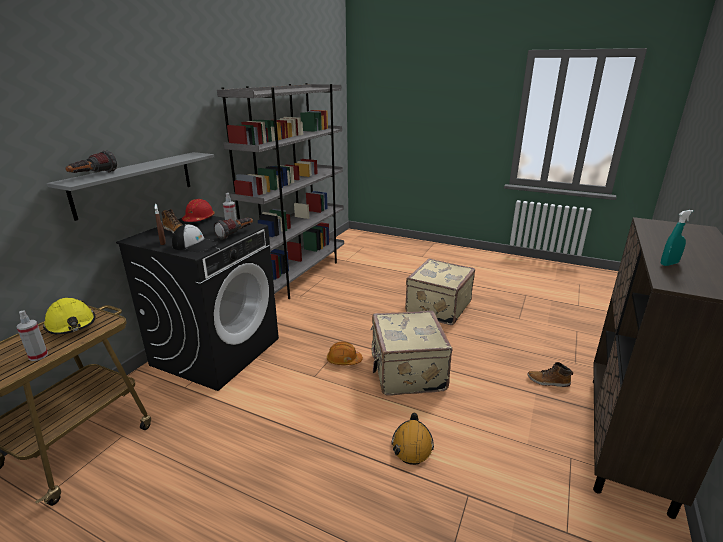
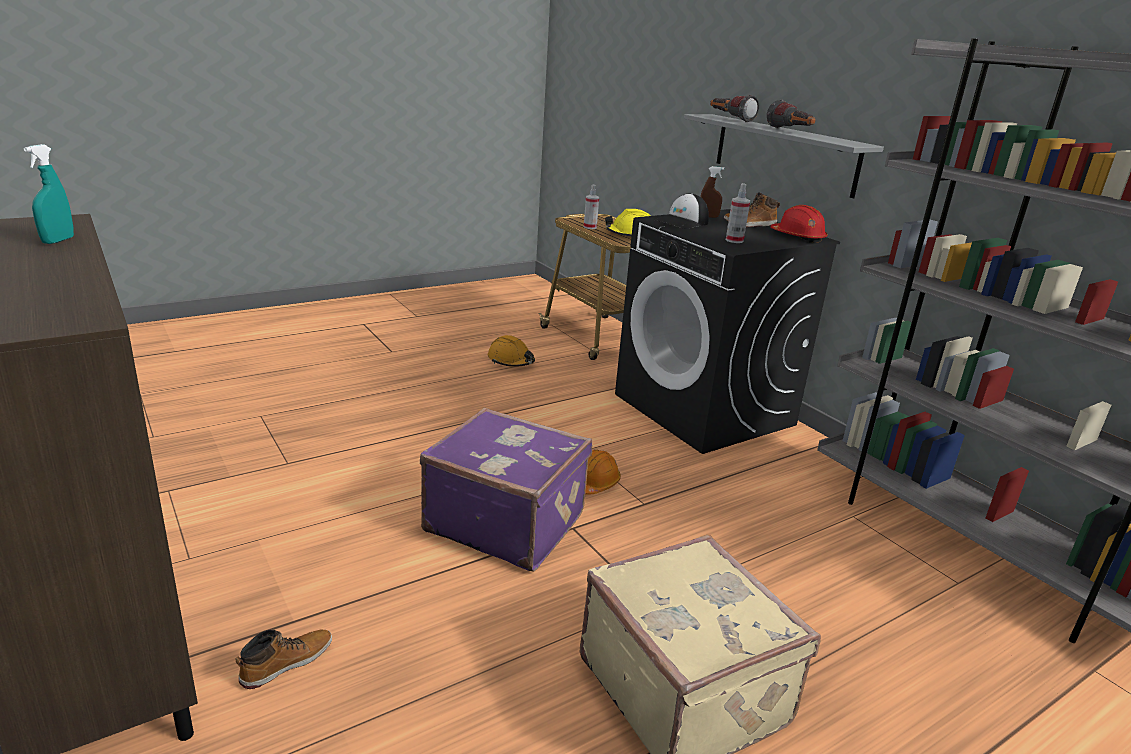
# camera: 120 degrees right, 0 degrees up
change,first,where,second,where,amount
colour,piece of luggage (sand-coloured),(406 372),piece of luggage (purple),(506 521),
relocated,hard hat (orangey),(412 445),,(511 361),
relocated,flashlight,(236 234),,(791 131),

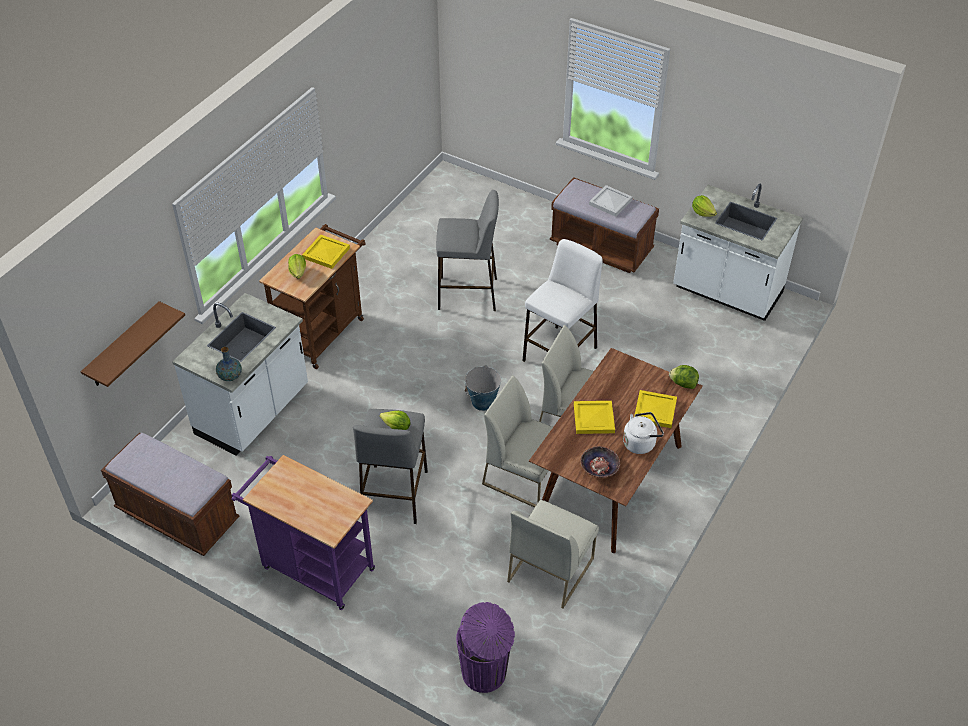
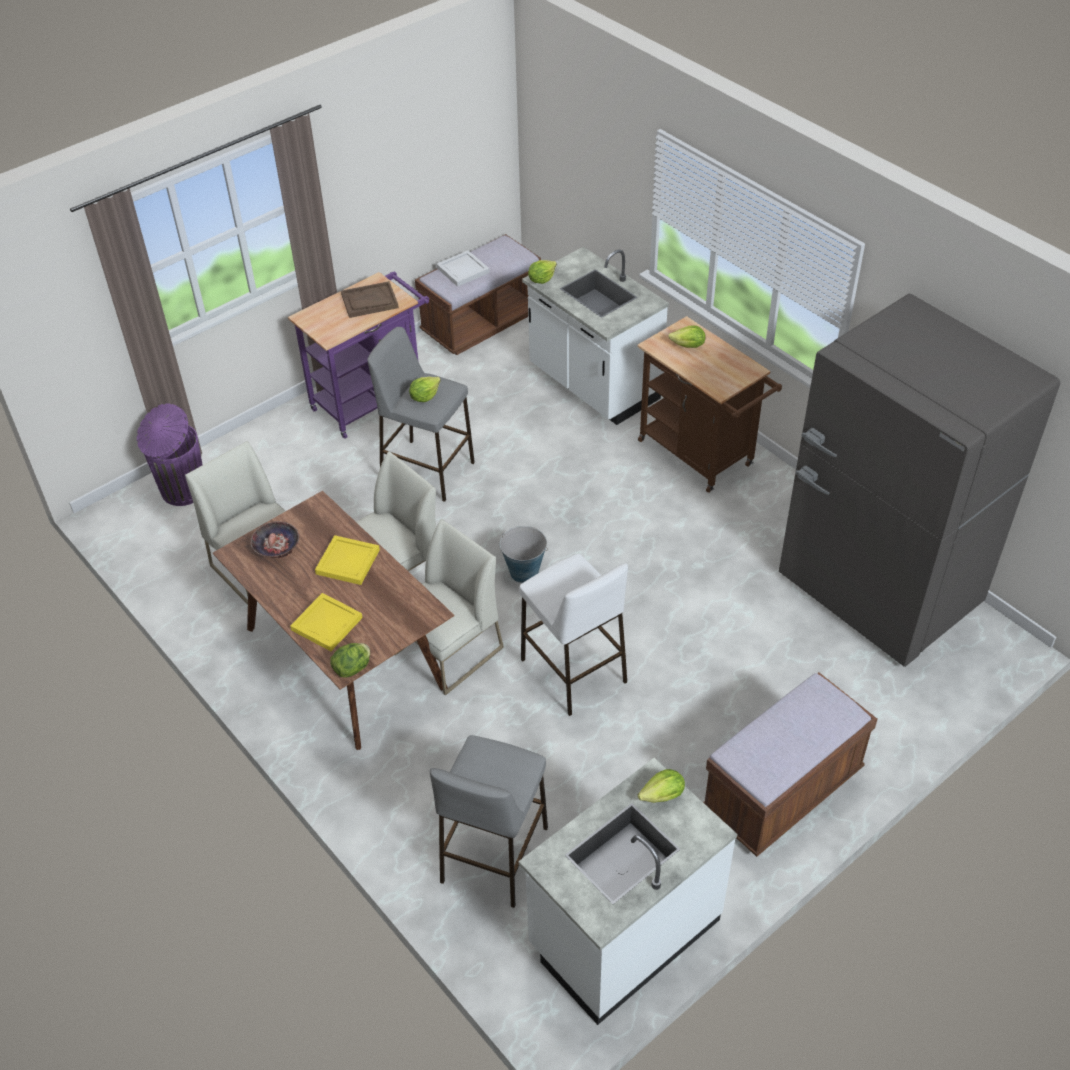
# camera: 110 degrees right, 0 degrees up
change,first,where,second,where,amount
appeared,,,carrying tray (brownish),(369 301),
relocated,stool seat (grey),(468 294),,(494 855),
relocated,carrying tray (whitish),(610 203),,(462 270),
exchanged,flower vase,(230 376),head of lettuce,(541 279),
appeared,,,refrigerator (grey),(877 592),
missing,bracket shelf (brownish),(124 346),,,
missing,carrying tray (yellow),(327 253),,,
missing,water kettle (whitish),(641 443),,,

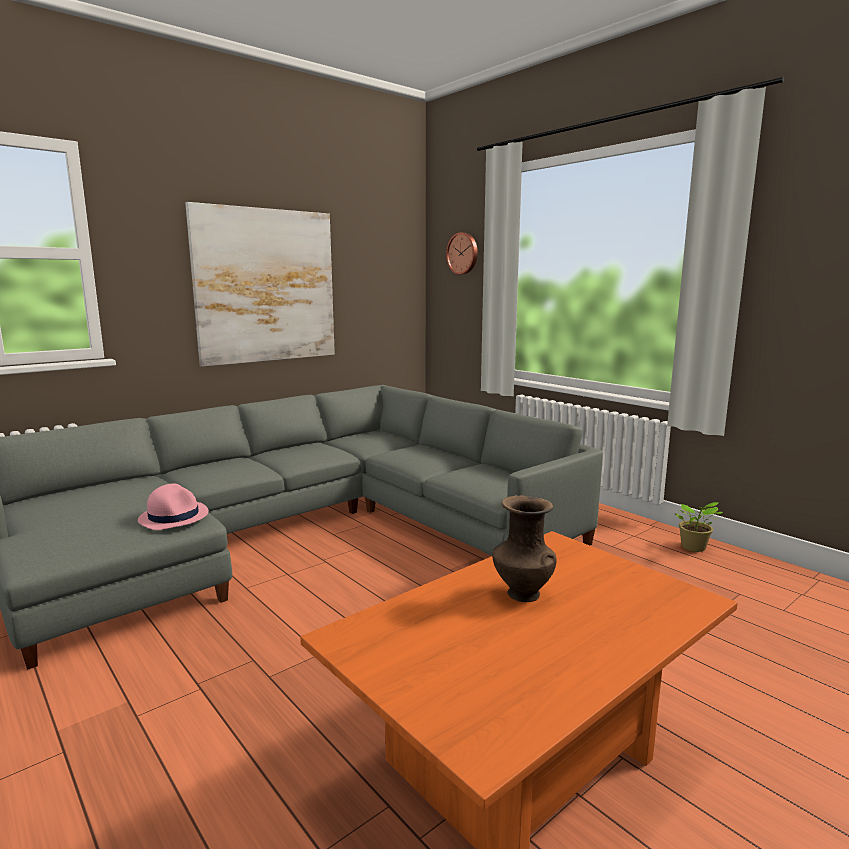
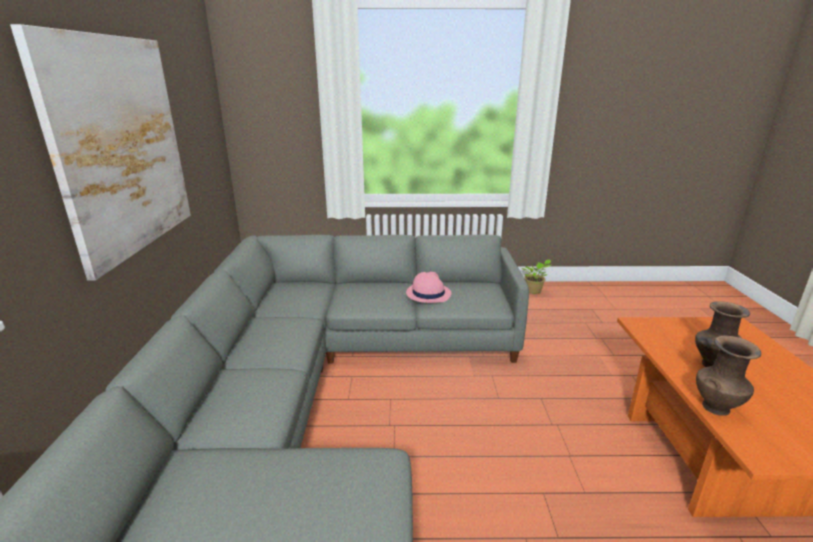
# camera: 50 degrees left, 10 degrees up
change,first,where,second,where,amount
relocated,clothing hat (pink),(174 516),,(428 293),
appeared,,,flower vase (brownish),(716 407),
missing,hanging clock,(463 253),,,

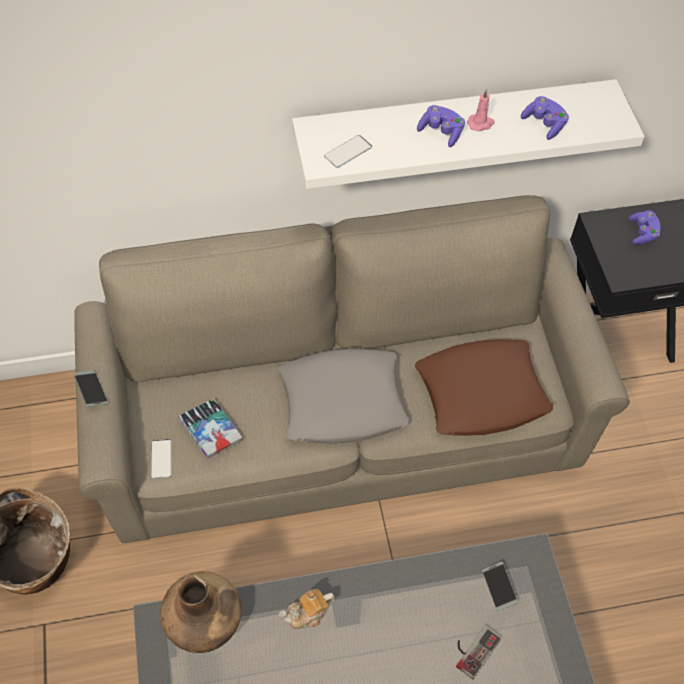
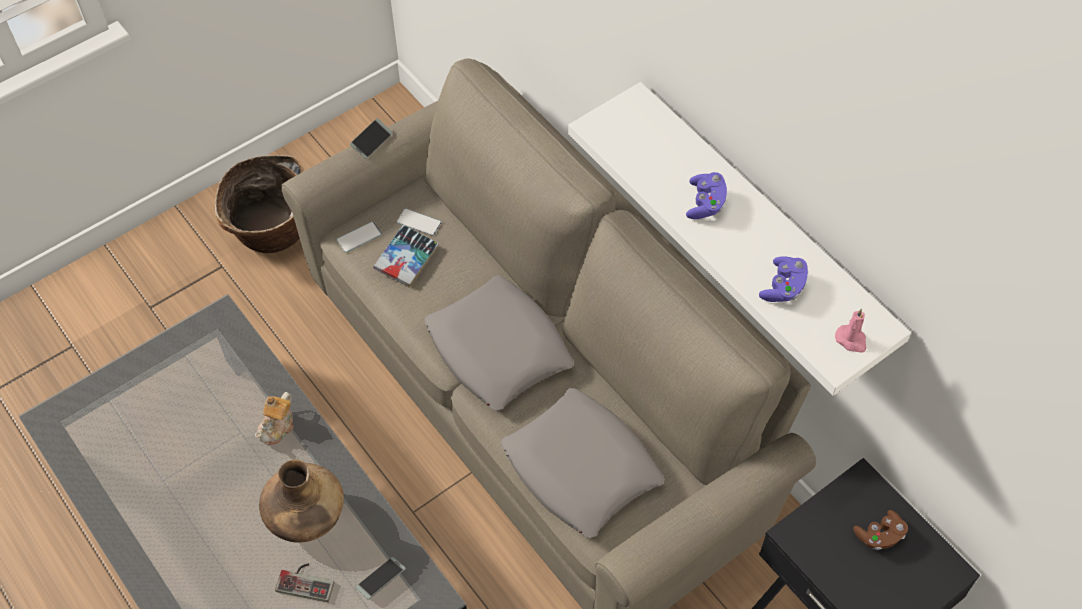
# camera: 65 degrees right, 0 degrees up
change,first,where,second,where,amount
spun,teapot,(307 614),,(278 427),105 degrees counterclockwise
relocated,flower vase (brownish),(205 622),,(306 517),
relocated,handset,(348 151),,(419 222),
colour,throw pillow (brownish),(481 393),throw pillow (grey),(581 468),
relocated,candle (pink),(481 123),,(851 340),
colour,game controller (purple),(642 233),game controller (brownish),(879 536),

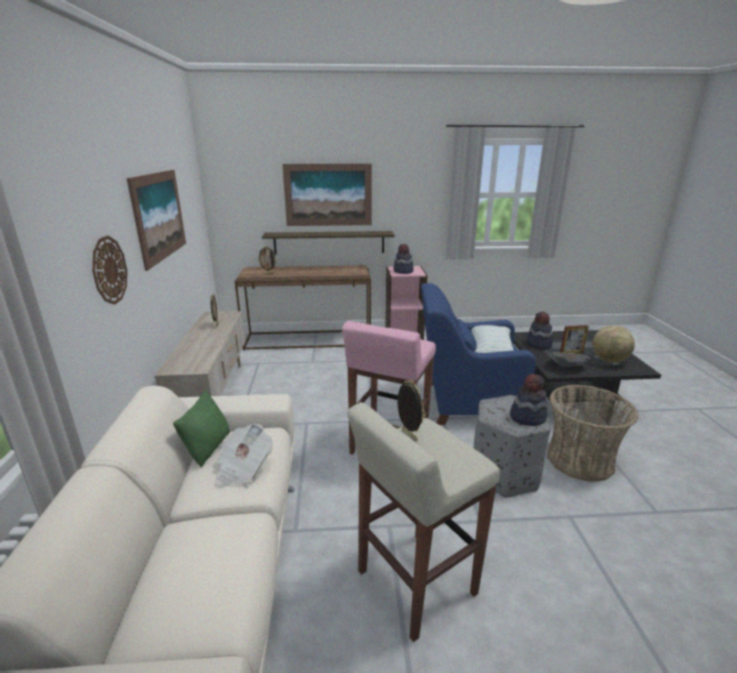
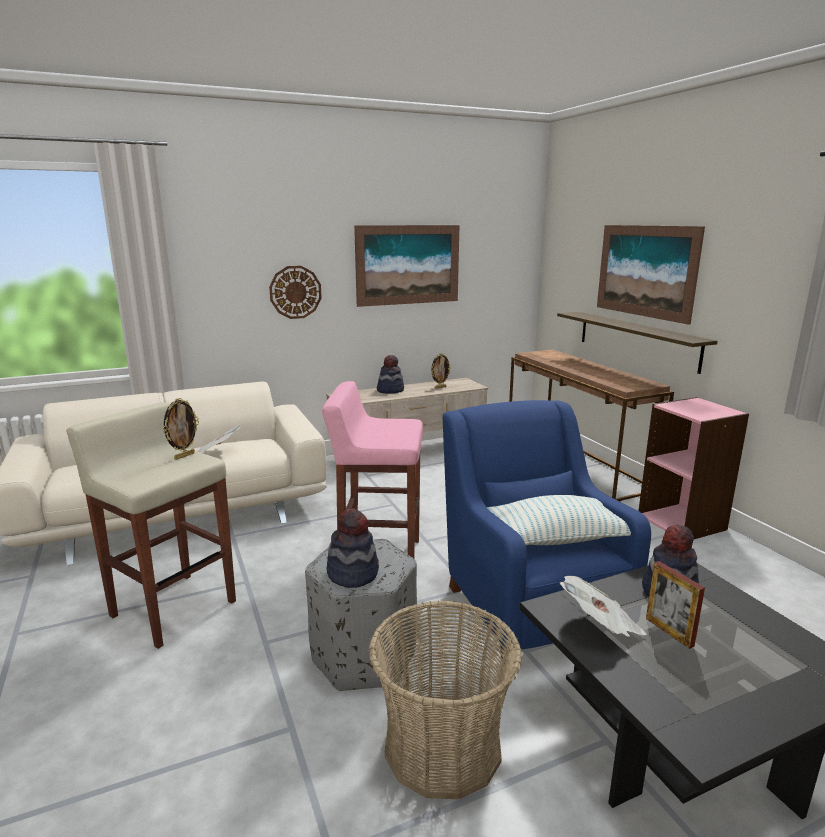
# camera: 70 degrees right, 5 degrees down
change,first,where,second,where,amount
relocated,clothing hat,(403 271),,(390 390),
missing,throw pillow (greenish),(208 448),,,
missing,photo frame,(268 274),,,
missing,desk globe,(609 360),,,

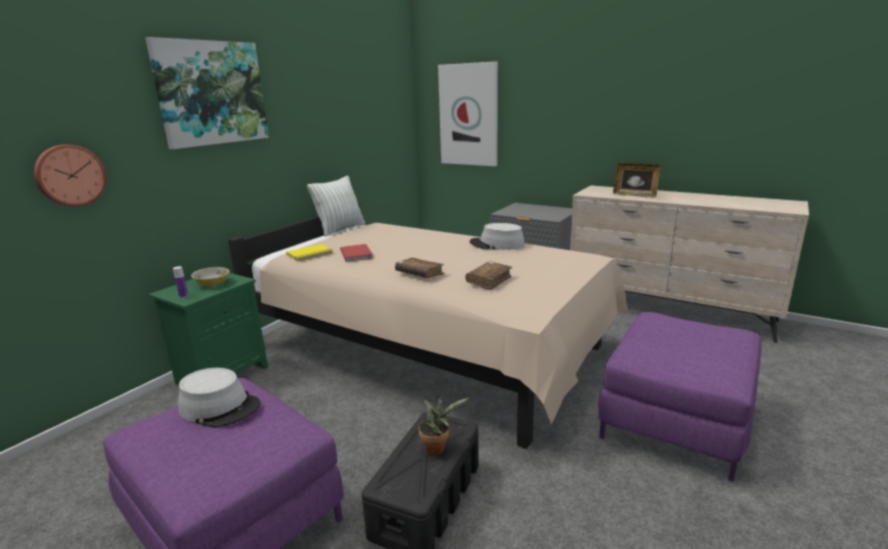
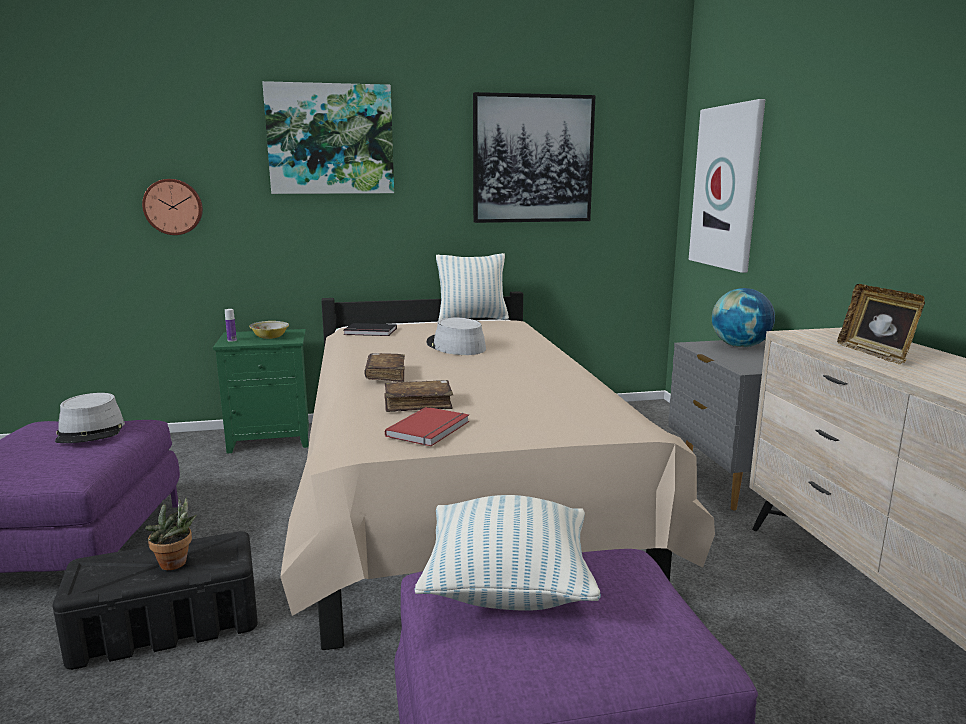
# camera: 45 degrees right, 5 degrees down
change,first,where,second,where,amount
colour,bound book (yellow),(310 254),bound book (black),(370 332),
relocated,bound book (red),(357 254),,(430 429),
appeared,,,throw pillow,(508 588),
relocated,clothing hat (grey),(497 244),,(455 346),
appeared,,,wall picture,(532 159),
appeared,,,desk globe,(739 346),

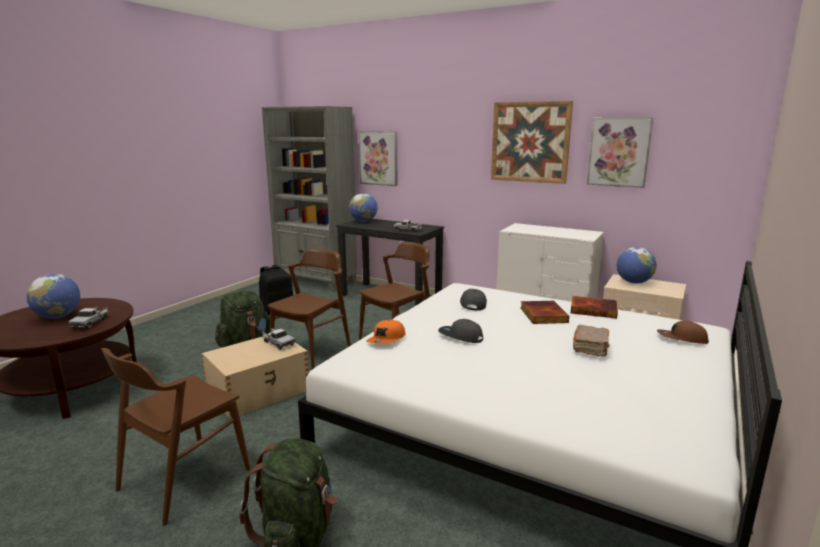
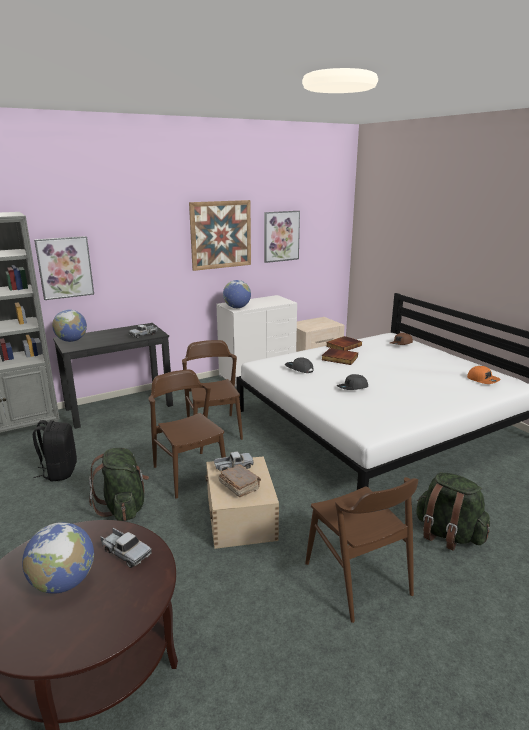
# camera: 60 degrees left, 5 degrees up
change,first,where,second,where,amount
relocated,bound book (brownish),(591 348),,(239 486),
relocated,desk globe,(633 282),,(237 307),
relocated,cap (orangey),(387 340),,(483 379),

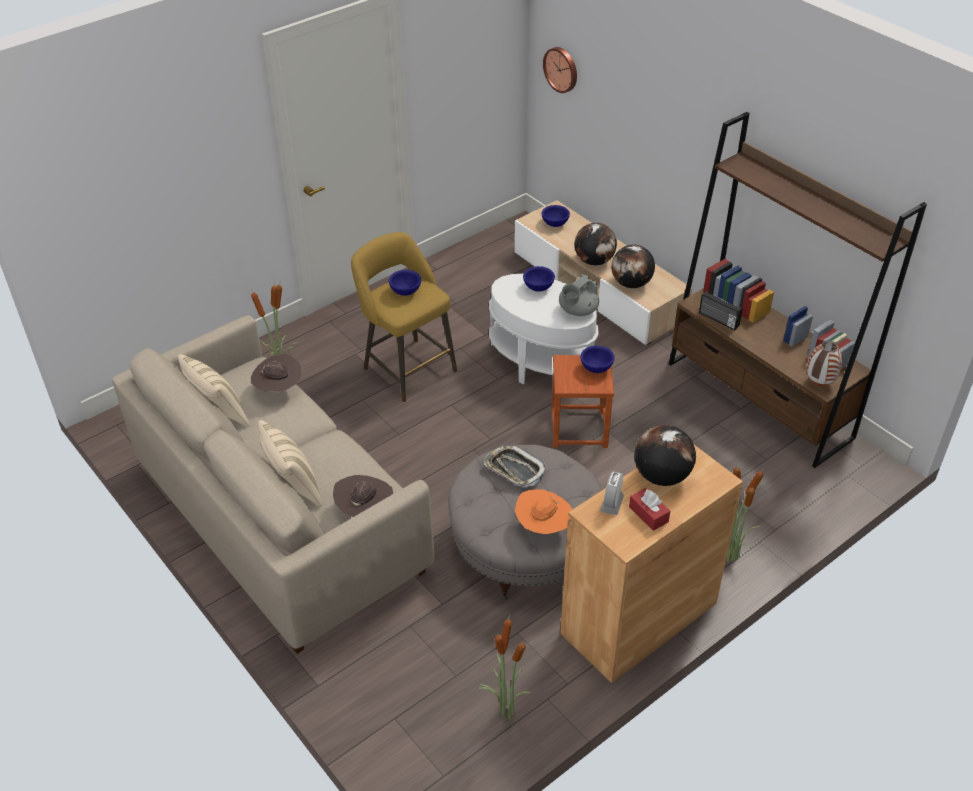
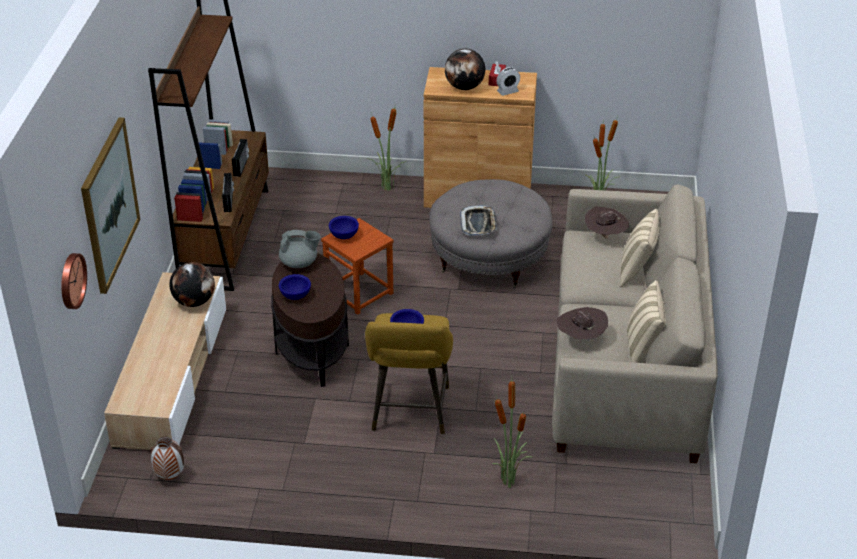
# camera: 135 degrees left, 5 degrees down
change,first,where,second,where,amount
appeared,,,wall picture,(109 204),
relocated,flower vase,(819 383),,(169 477),
appeared,,,radio,(242 166),
colour,accent table (whitish),(541 363),accent table (brownish),(312 349),
missing,clothing hat (orangey),(543 527),,,
missing,bowl (blue),(555 224),,,
missing,desk globe,(594 261),,,

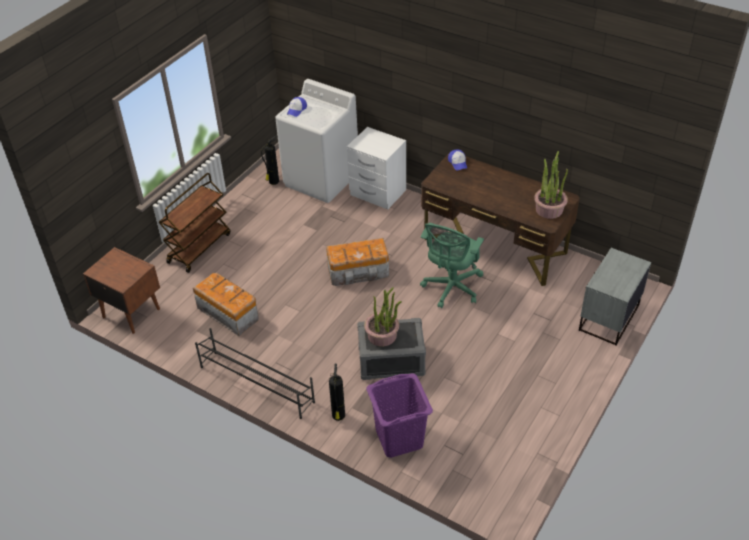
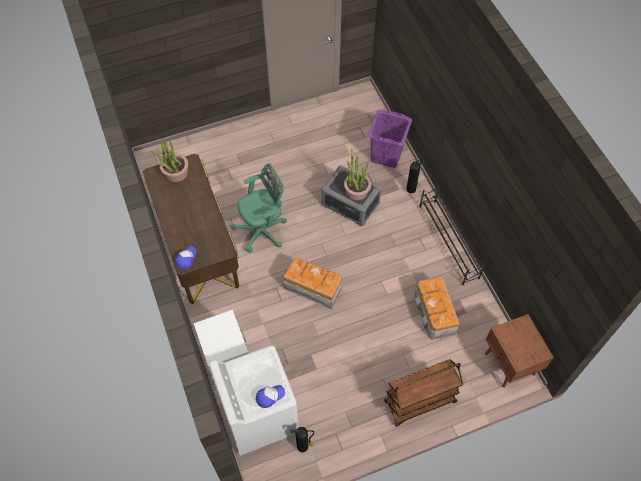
# camera: 145 degrees left, 15 degrees up
change,first,where,second,where,amount
missing,nightstand (grey),(608 318),,,

